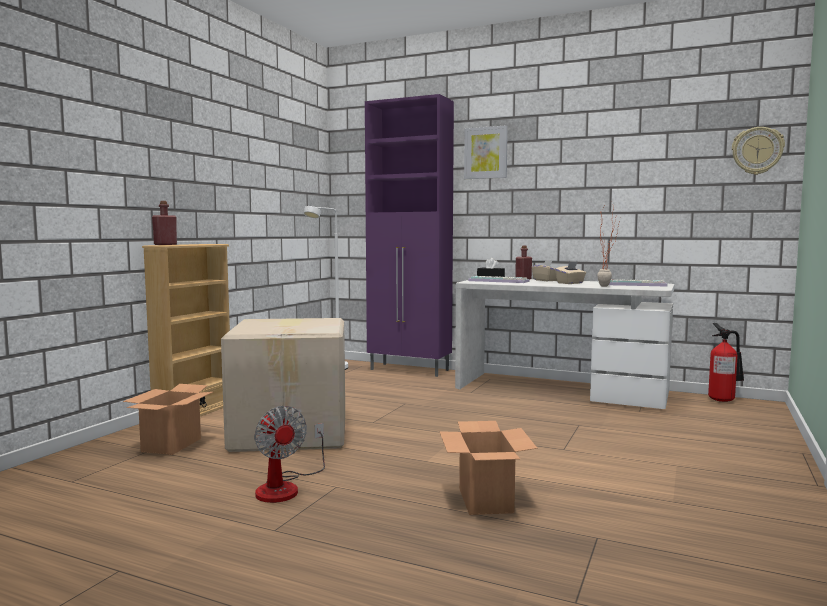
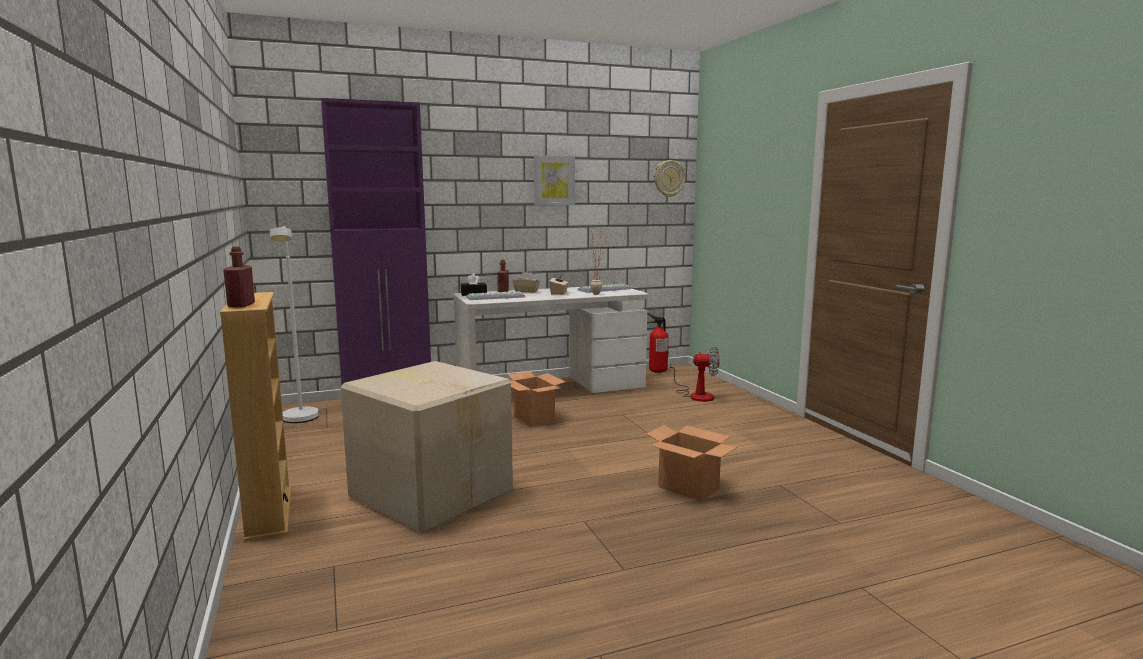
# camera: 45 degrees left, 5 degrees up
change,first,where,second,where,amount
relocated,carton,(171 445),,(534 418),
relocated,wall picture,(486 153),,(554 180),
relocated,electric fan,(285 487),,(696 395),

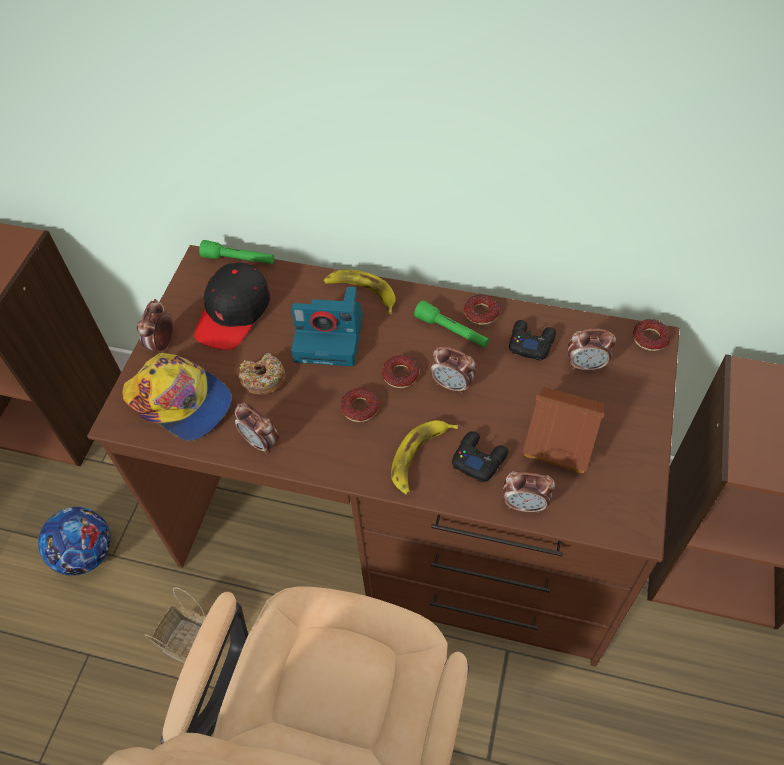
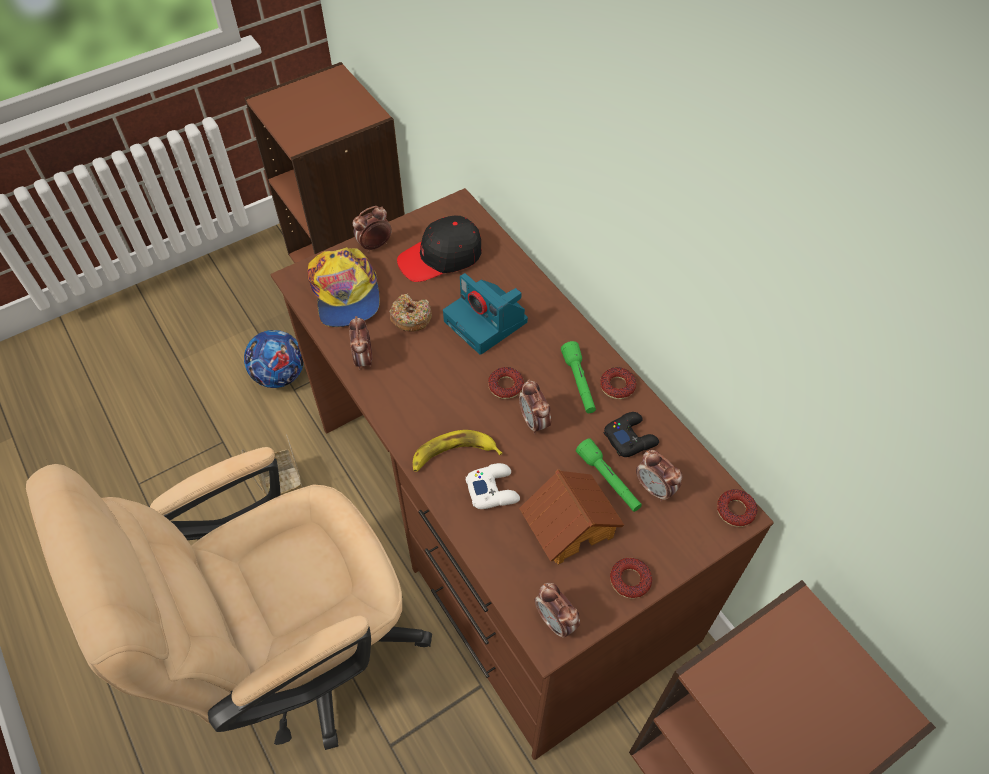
# camera: 40 degrees right, 0 degrees up
change,first,where,second,where,amount
colour,game controller (black),(479 459),game controller (whitish),(493 490),
relocated,table clock,(524 505),,(555 621),
relocated,flashlight (greenish),(239 260),,(608 480),
relocated,doughnut,(360 408),,(630 580),
missing,banana,(361 292),,,

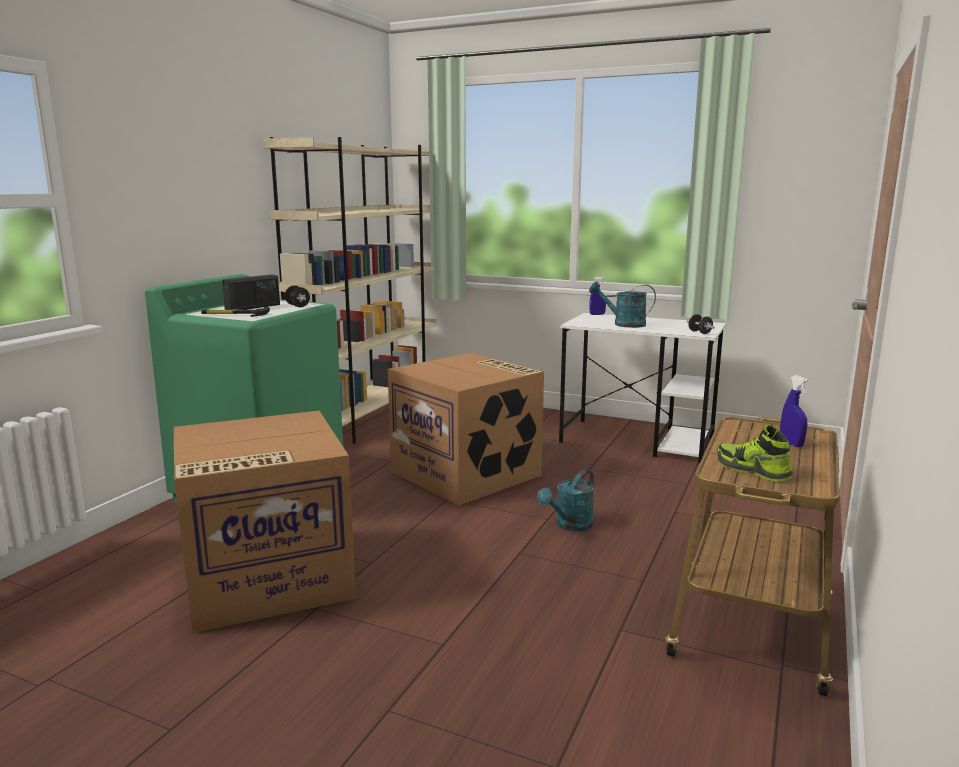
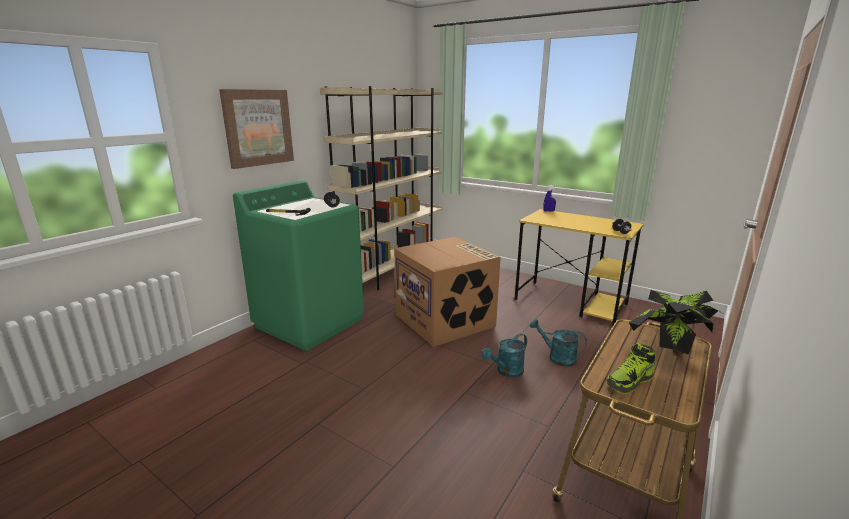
# camera: 10 degrees right, 5 degrees up
change,first,where,second,where,amount
appeared,,,wall picture,(258 127),
colour,desk table (whitish),(638 440),desk table (yellow),(571 302),
relocated,sprinkling can (turquoise-coloured),(623 324),,(557 357),
spun,low shoe,(752 470),,(629 382),90 degrees counterclockwise
exchanged,spray bottle (blue),(791 444),houseplant,(669 354),
missing,carton,(265 578),,,
missing,radio,(253 307),,,

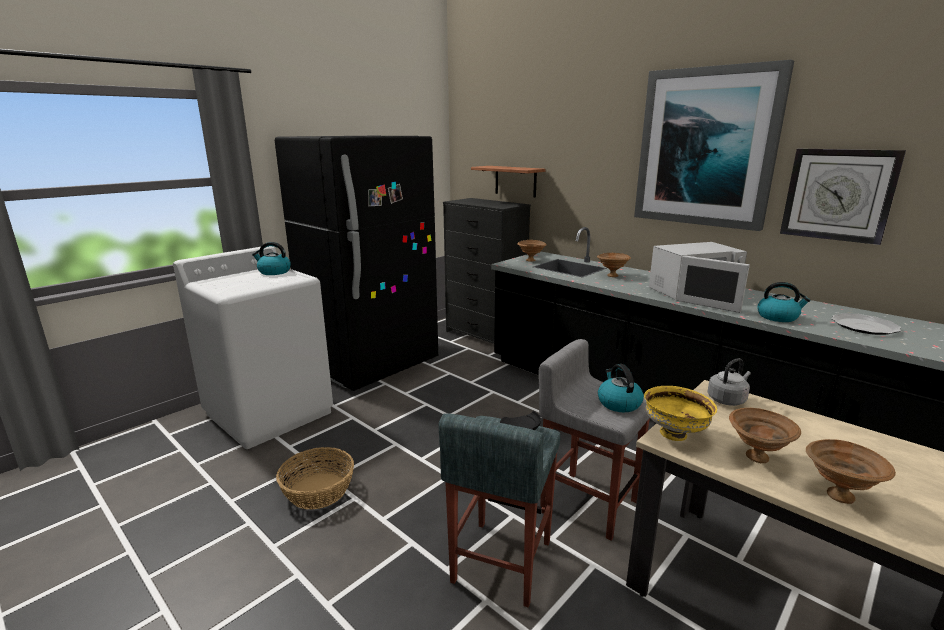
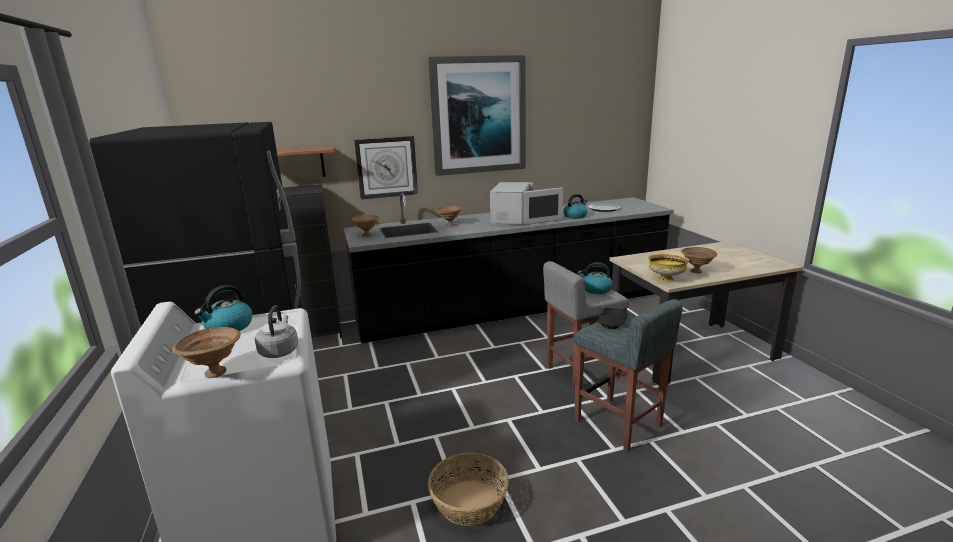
# camera: 60 degrees left, 0 degrees up
change,first,where,second,where,amount
relocated,bowl (brownish),(837 495),,(213 373),
relocated,water kettle (grey),(727 399),,(279 351),
relocated,hanging clock,(838 195),,(386 167),

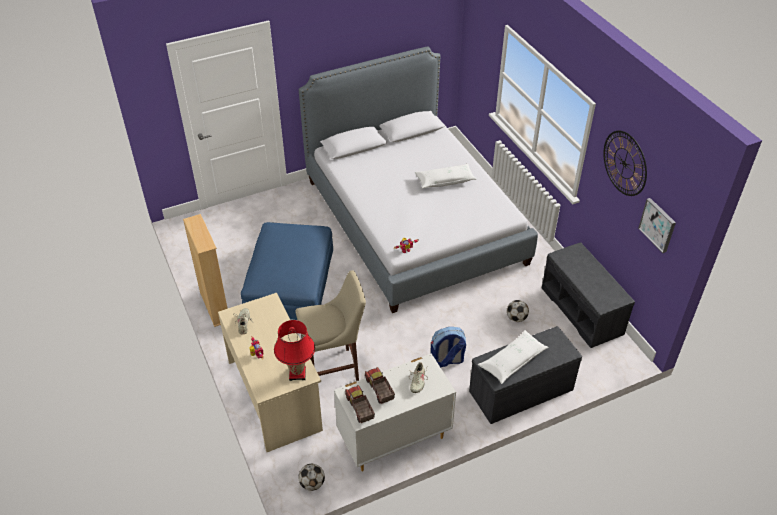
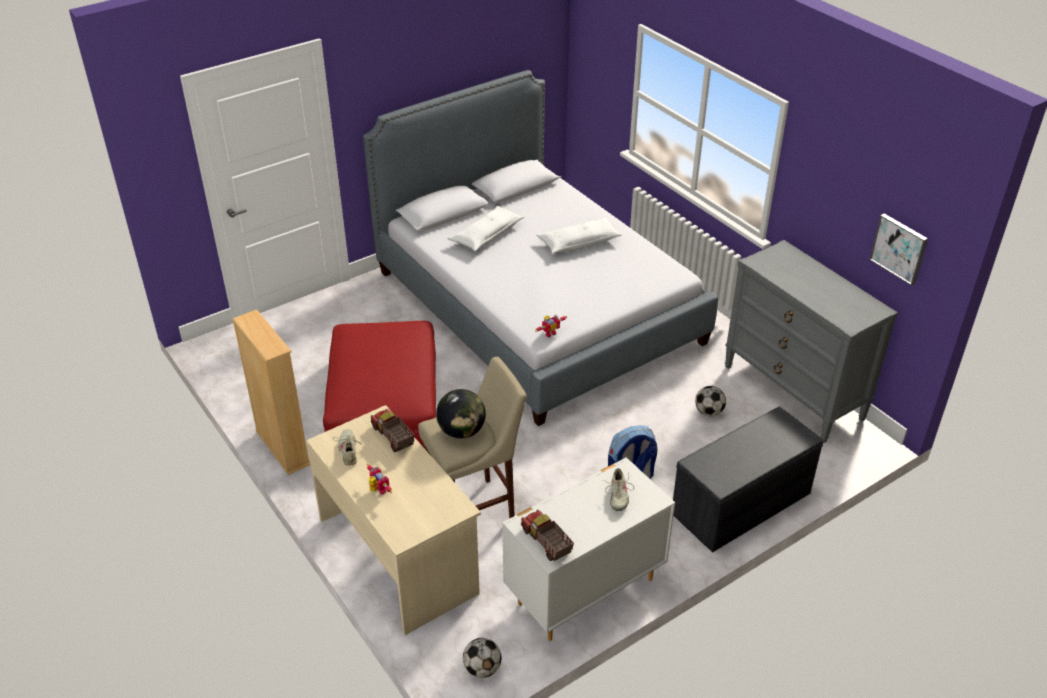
# camera: 10 degrees left, 5 degrees down
change,first,where,second,where,amount
colour,ottoman (blue),(289 280),ottoman (red),(383 401),
relocated,toy lorry,(379 390),,(392 437),
appeared,,,desk globe,(461 431),
relocated,throw pillow (whitish),(512 361),,(486 235),
exchanged,long seat (grey),(583 311),dresser (grey),(793 392),
missing,tabletop lamp (red),(297 374),,,
missing,hanging clock,(624 163),,,

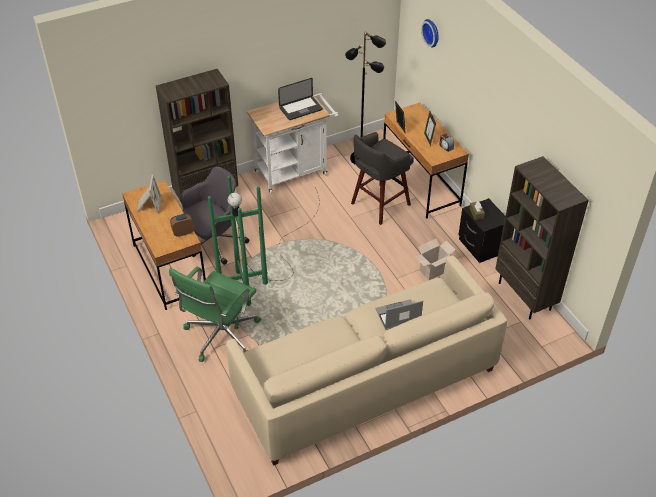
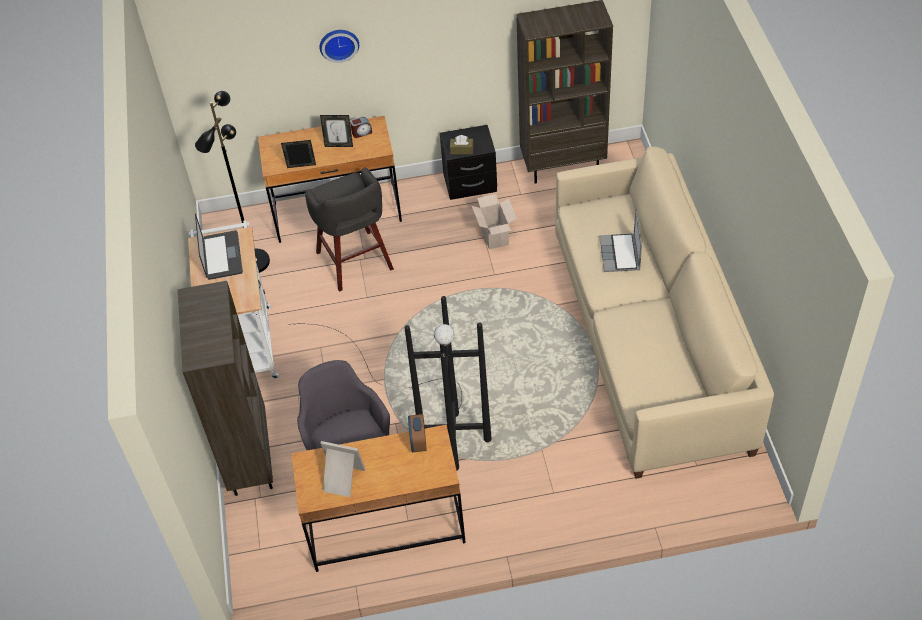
# camera: 70 degrees left, 5 degrees up
change,first,where,second,where,amount
colour,standard lamp (greenish),(268 265),standard lamp (black),(421 405),
relocated,hanging clock,(432 32),,(338 43),
missing,desk chair (greenish),(220 336),,,

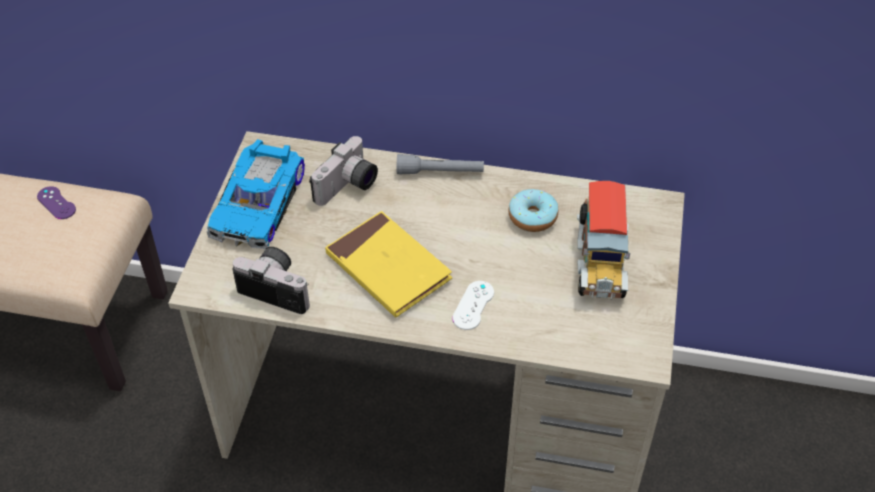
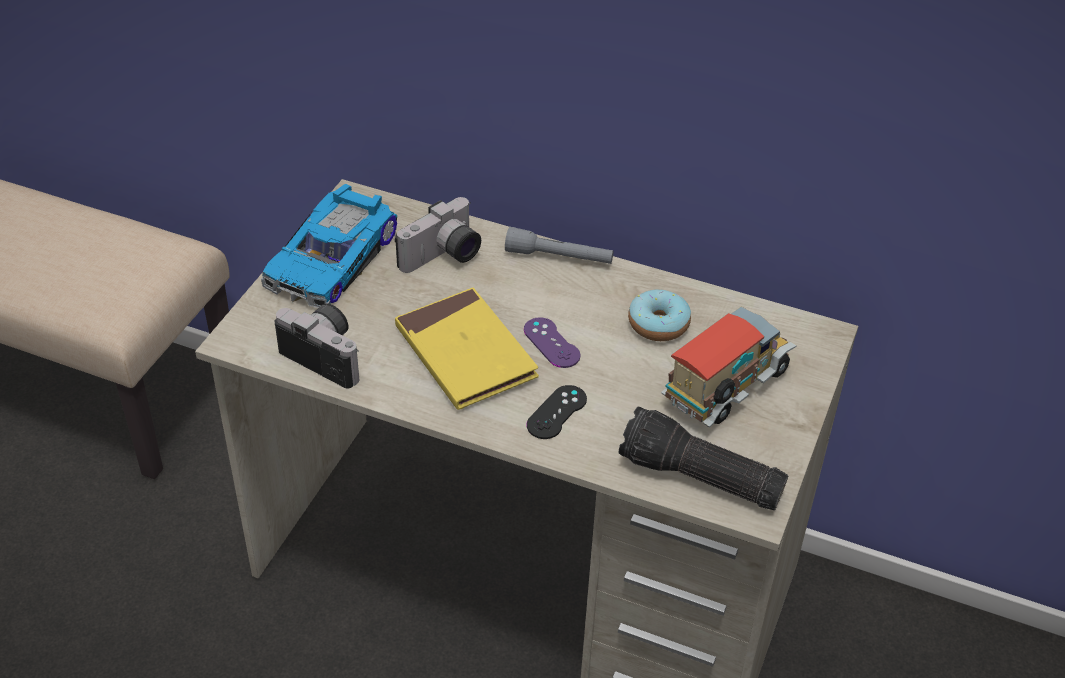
# camera: 10 degrees right, 5 degrees down
change,first,where,second,where,amount
relocated,game controller (purple),(56 203),,(551 343),
colour,game controller (whitish),(473 305),game controller (black),(557 412),
appeared,,,flashlight,(698 479),
spun,toy lorry,(599 264),,(727 390),150 degrees counterclockwise

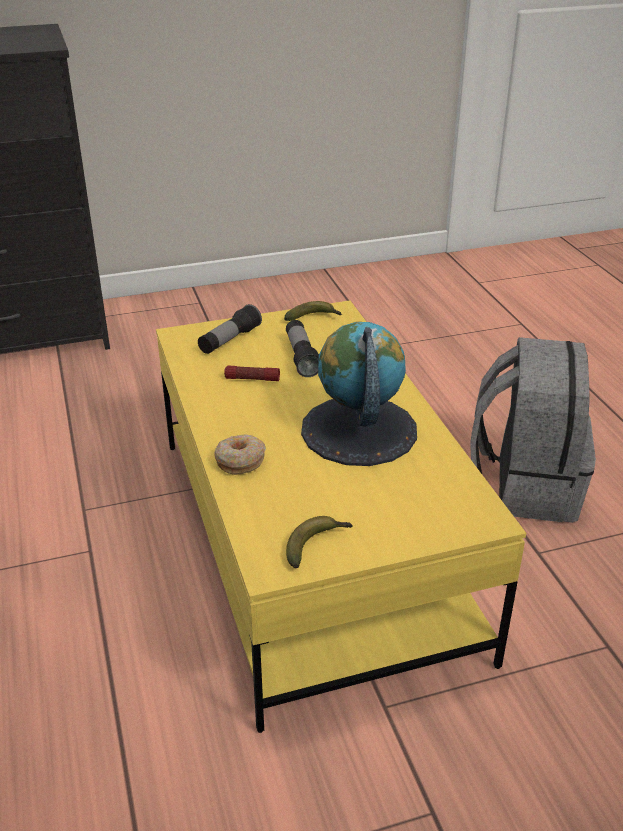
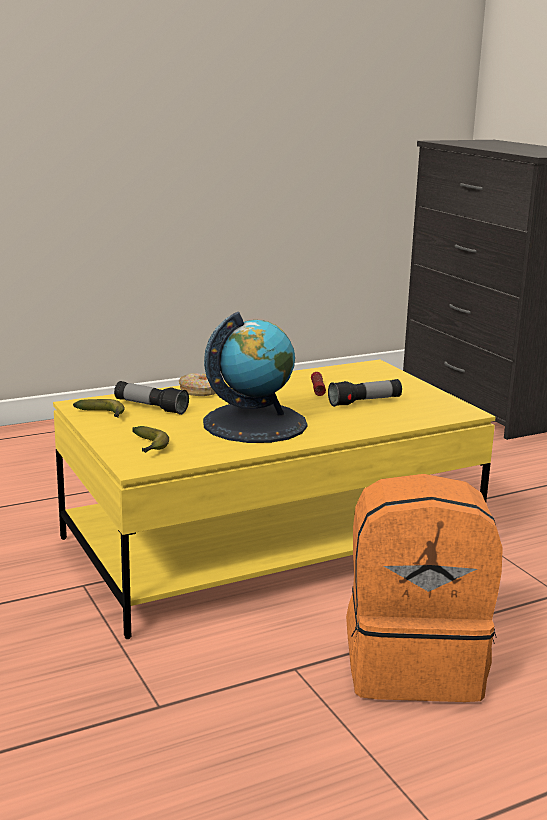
# camera: 80 degrees right, 15 degrees down
change,first,where,second,where,amount
relocated,flashlight,(229 340),,(150 407),
relocated,banana,(314 318),,(149 447),
colour,rucksack (grey),(524 485),rucksack (orangey),(414 664),

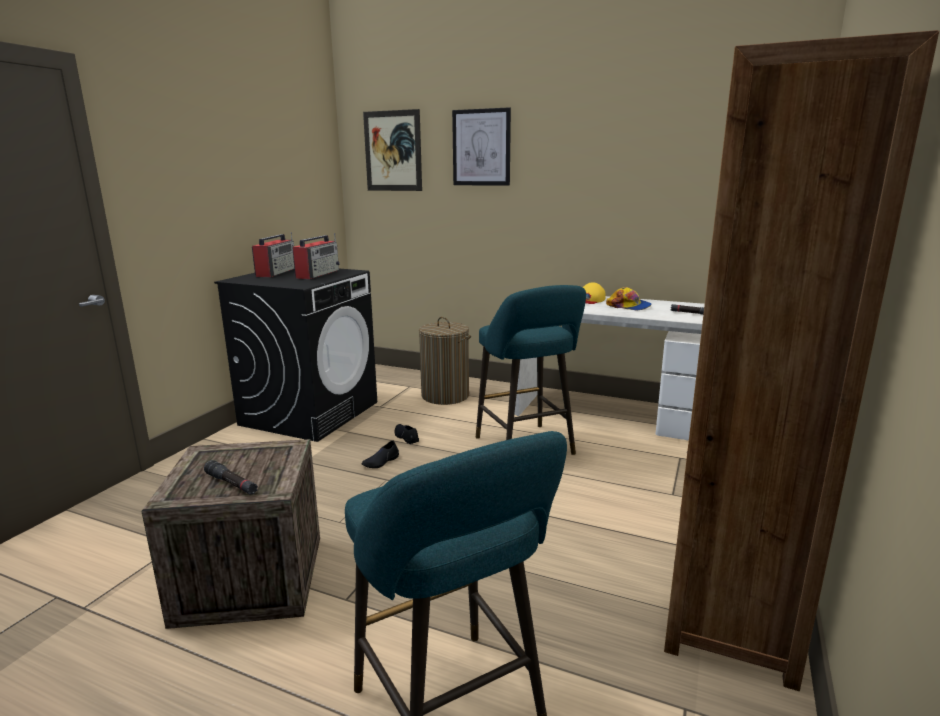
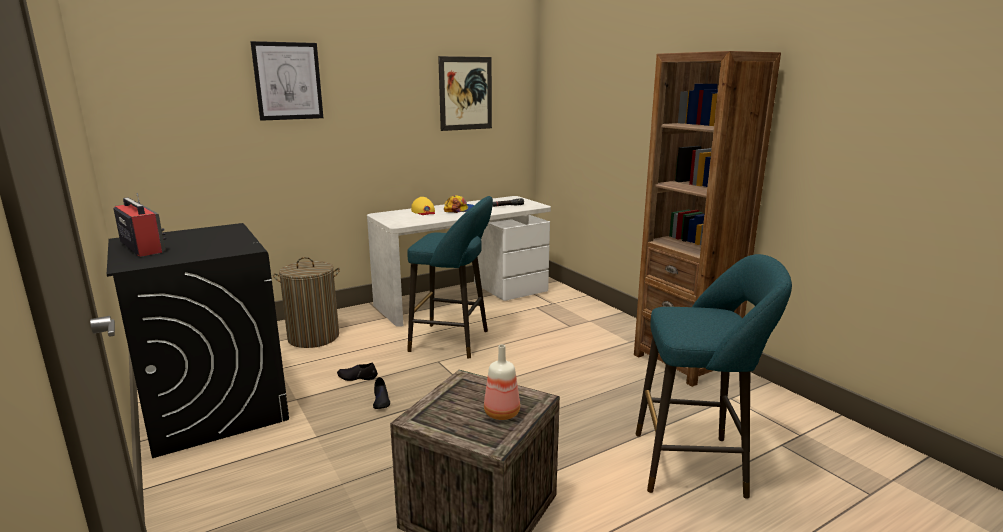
# camera: 55 degrees left, 0 degrees up
change,first,where,second,where,amount
relocated,wall picture,(393 151),,(465 93),
exchanged,flashlight (black),(231 484),drink bottle,(503 414),
missing,radio,(318 274),,,

